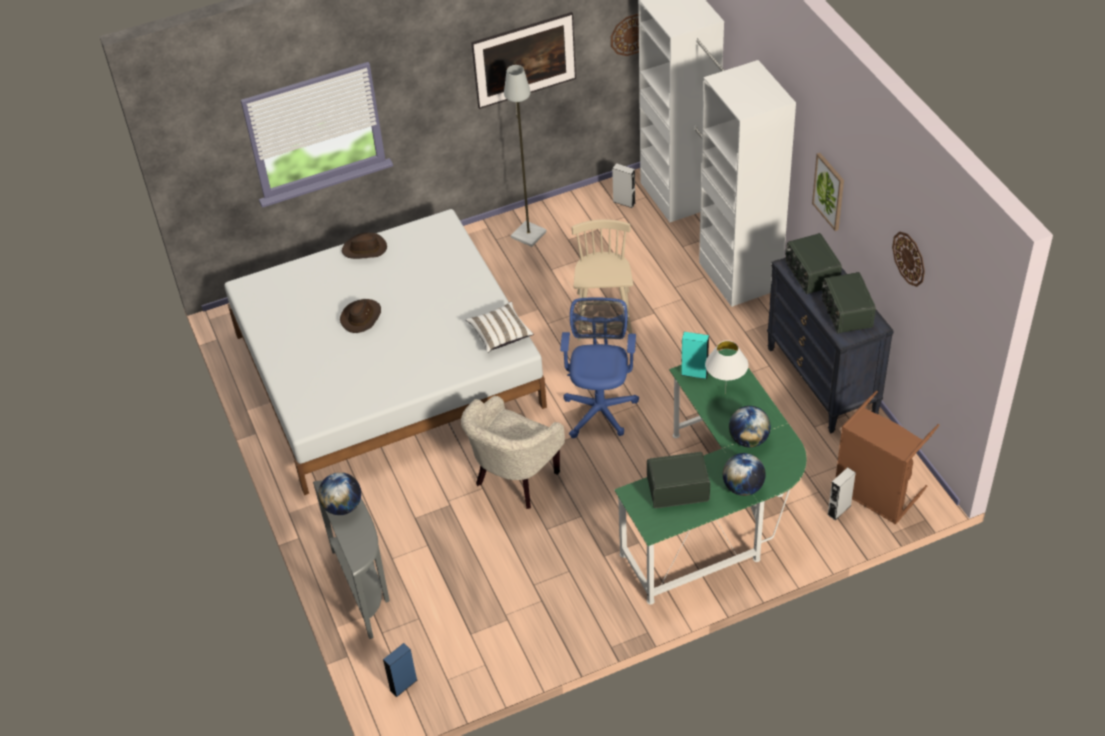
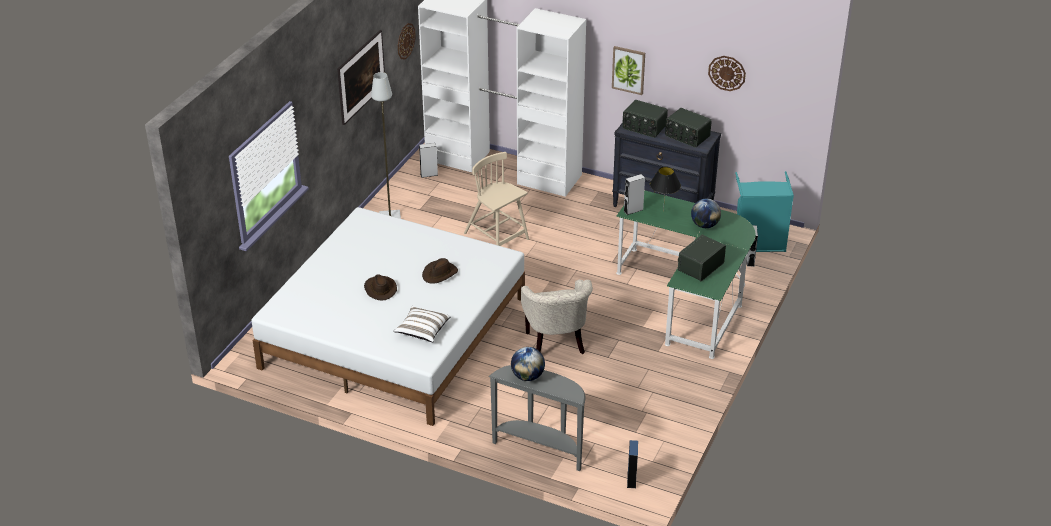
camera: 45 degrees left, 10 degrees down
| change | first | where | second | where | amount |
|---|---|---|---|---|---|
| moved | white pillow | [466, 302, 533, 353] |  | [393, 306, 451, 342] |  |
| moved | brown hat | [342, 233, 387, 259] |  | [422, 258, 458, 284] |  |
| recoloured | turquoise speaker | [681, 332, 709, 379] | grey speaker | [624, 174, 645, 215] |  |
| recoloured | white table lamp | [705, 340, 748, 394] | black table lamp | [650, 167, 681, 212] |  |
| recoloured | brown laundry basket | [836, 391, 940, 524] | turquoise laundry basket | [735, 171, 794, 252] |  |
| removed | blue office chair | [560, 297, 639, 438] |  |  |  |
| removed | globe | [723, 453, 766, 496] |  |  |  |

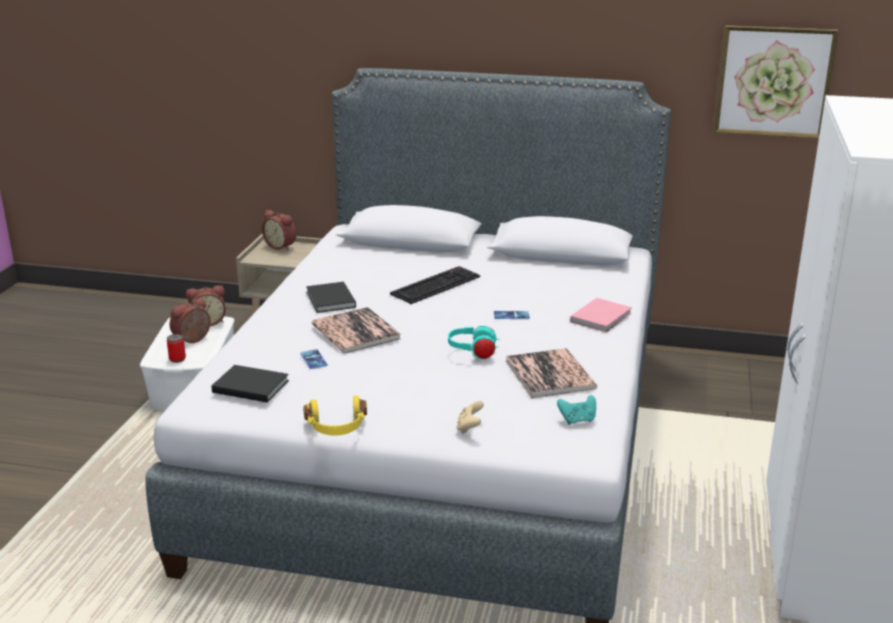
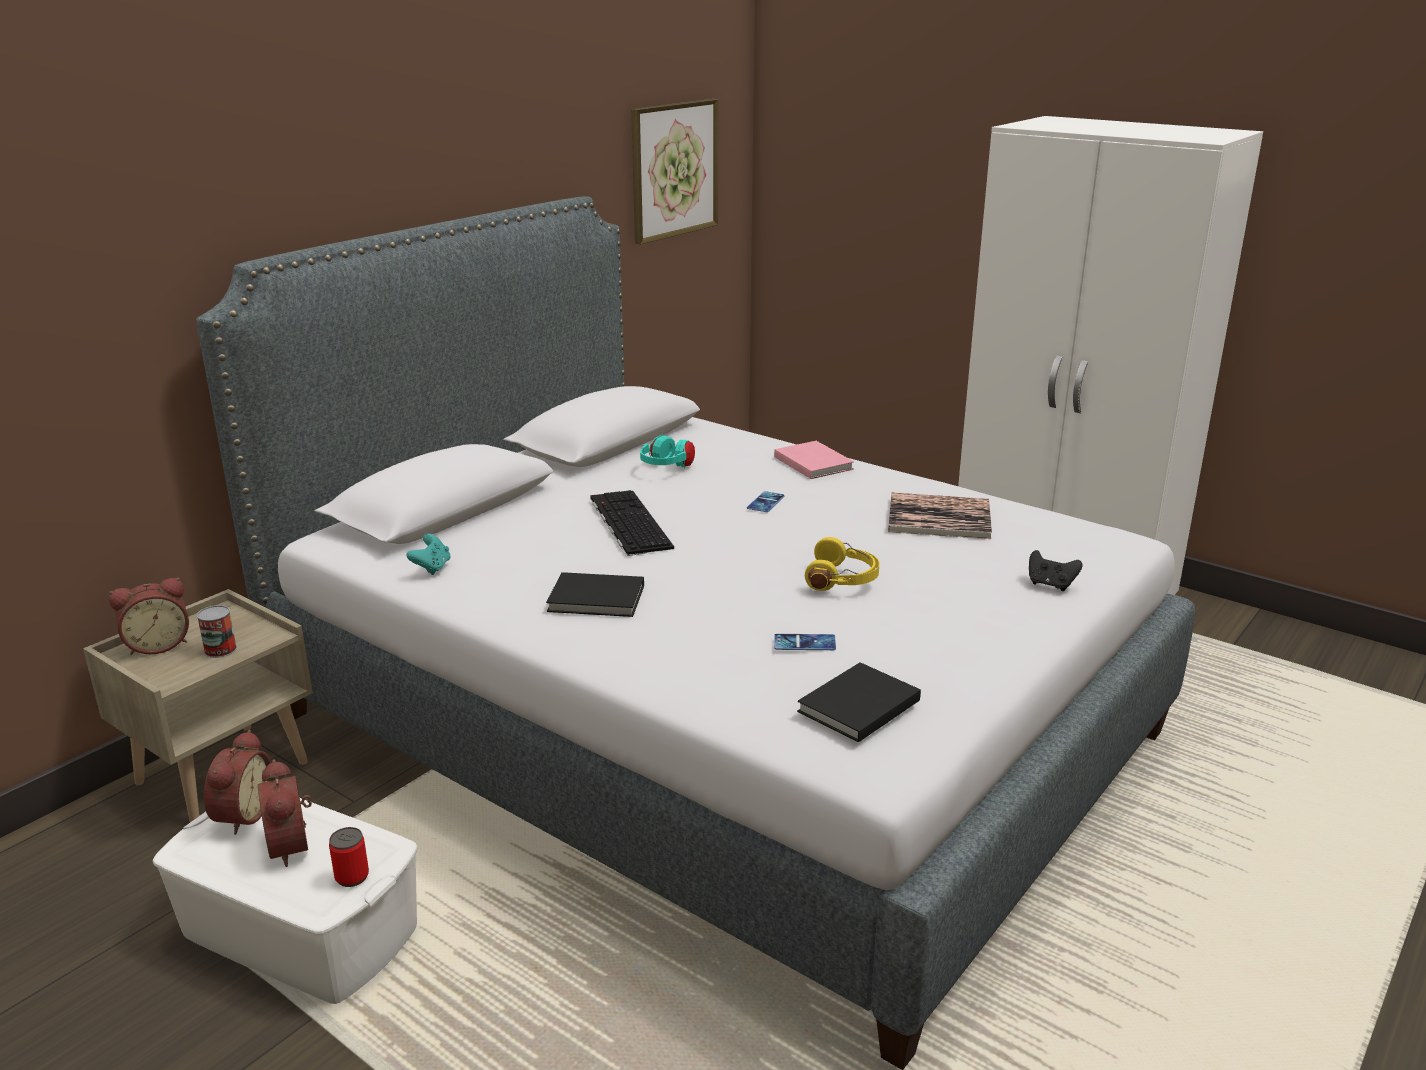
camera: 65 degrees left, 0 degrees up
| change | first | where | second | where | amount |
|---|---|---|---|---|---|
| added |  |  | can | [197, 605, 237, 658] |  |
| moved | turquoise game controller | [557, 395, 596, 425] |  | [406, 534, 451, 575] |  |
| moved | turquoise headphones | [448, 326, 499, 359] |  | [640, 435, 695, 469] |  |
| moved | yellow headphones | [303, 396, 367, 436] |  | [805, 537, 880, 591] |  |
| recoloured | beige game controller | [456, 401, 484, 434] | black game controller | [1029, 550, 1083, 591] |  |
| removed | book | [312, 307, 401, 353] |  |  |  |

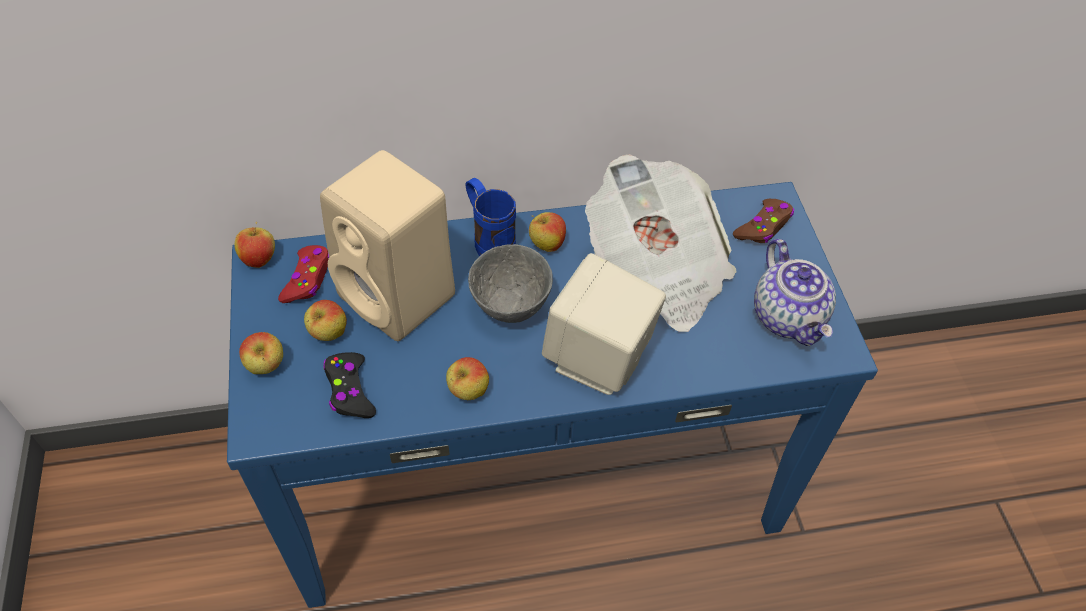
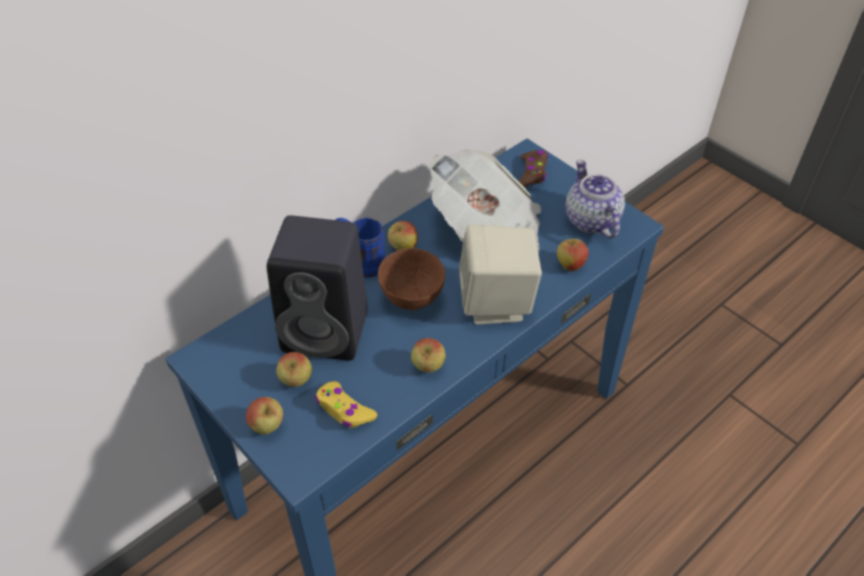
camera: 30 degrees left, 5 degrees down
| change | first | where | second | where | amount |
|---|---|---|---|---|---|
| recoloured | beige speaker | [320, 150, 455, 341] | black speaker | [267, 215, 368, 360] |  |
| recoloured | black game controller | [324, 352, 376, 418] | yellow game controller | [315, 381, 377, 428] |  |
| recoloured | grey bowl | [468, 244, 553, 323] | brown bowl | [378, 248, 445, 310] |  |
| moved | apple | [234, 222, 275, 268] |  | [557, 235, 588, 271] |  |
| turned | teapot | [754, 239, 836, 346] |  | [566, 160, 625, 239] | 150 degrees counterclockwise |
| removed | red game controller | [278, 245, 329, 303] |  |  |  |

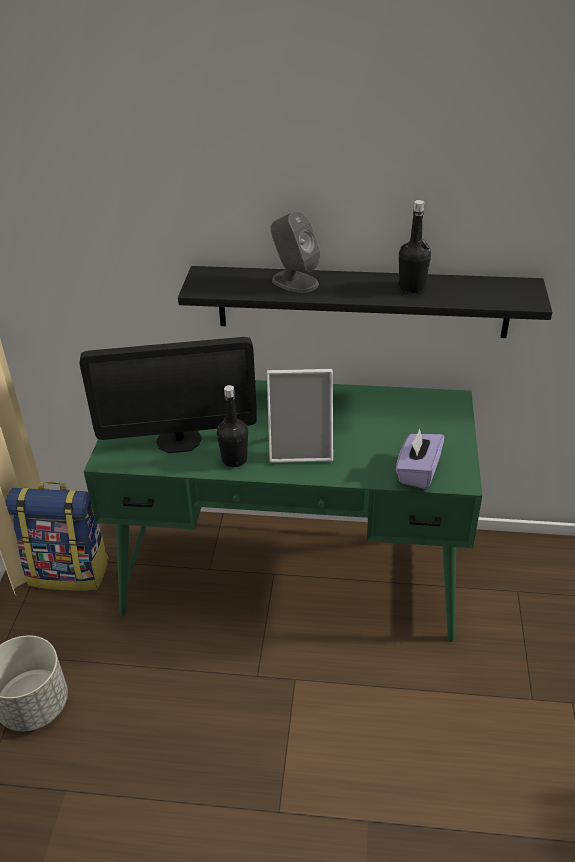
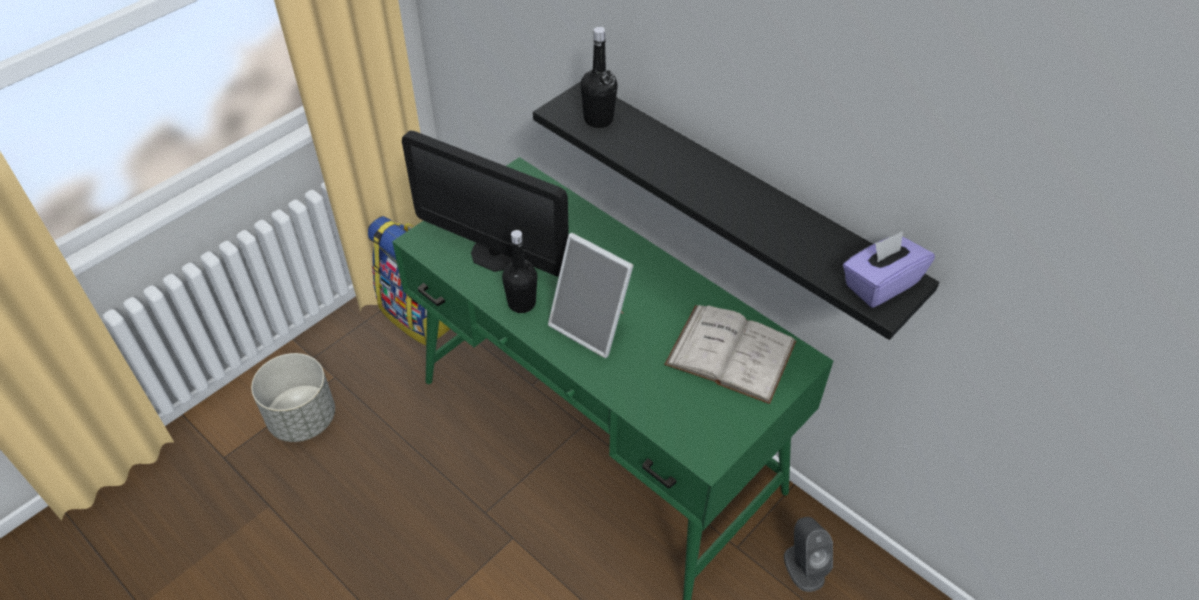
camera: 35 degrees right, 10 degrees up
| change | first | where | second | where | amount |
|---|---|---|---|---|---|
| moved | black bottle | [398, 200, 431, 293] |  | [581, 27, 618, 128] |  |
| added |  |  | white book | [664, 305, 796, 404] |  |
| moved | grey speaker | [270, 211, 320, 293] |  | [784, 517, 833, 592] |  |
| moved | purple tissue box | [396, 429, 444, 489] |  | [843, 231, 935, 308] |  |

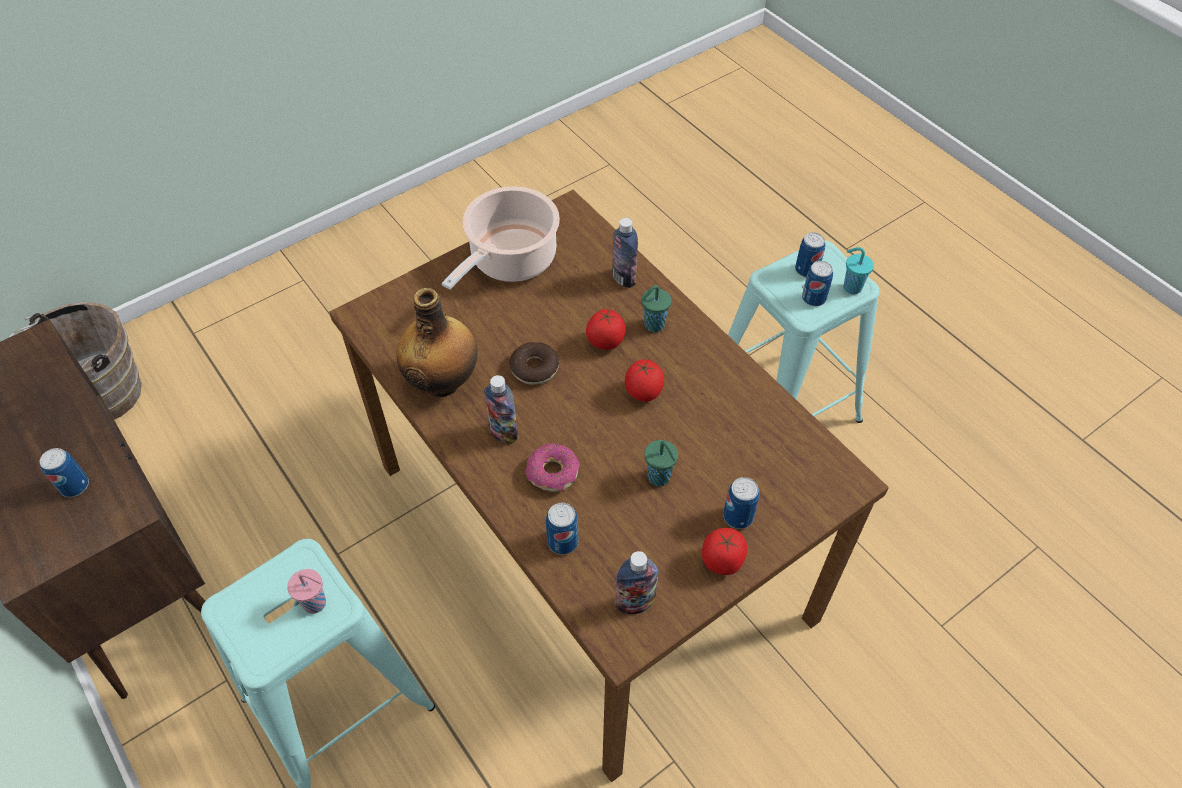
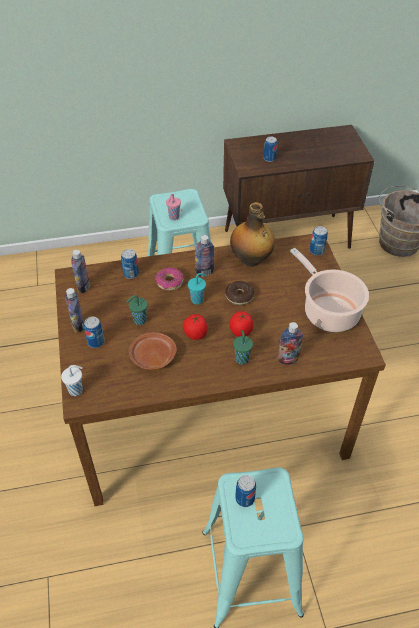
camera: 115 degrees right, 5 degrees down
| change | first | where | second | where | amount |
|---|---|---|---|---|---|
| added |  |  | white cup | [61, 365, 83, 396] |  |
| replaced | tomato | [702, 528, 747, 575] | bottle | [65, 288, 84, 333] |  |
| added |  |  | brown plate | [129, 332, 177, 370] |  |
| moved | turquoise cup | [844, 247, 874, 294] |  | [188, 273, 206, 305] |  |
| moved | can | [795, 232, 826, 278] |  | [310, 226, 328, 255] |  |

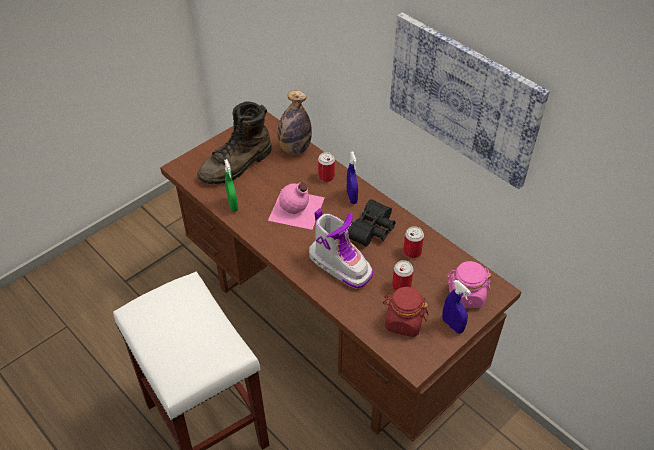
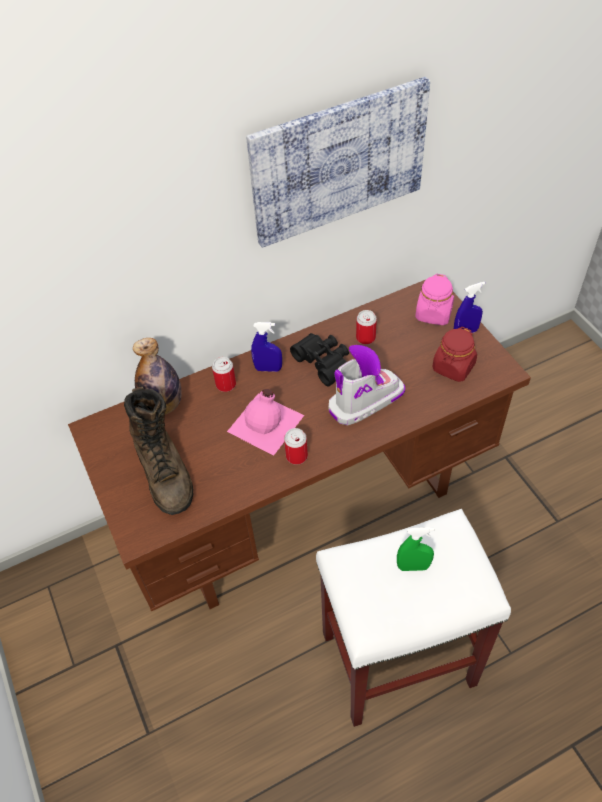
camera: 70 degrees left, 5 degrees up
| change | first | where | second | where | amount |
|---|---|---|---|---|---|
| moved | can | [392, 260, 413, 291] |  | [284, 428, 308, 465] |  |
| moved | green spray bottle | [224, 159, 238, 212] |  | [397, 527, 434, 571] |  |

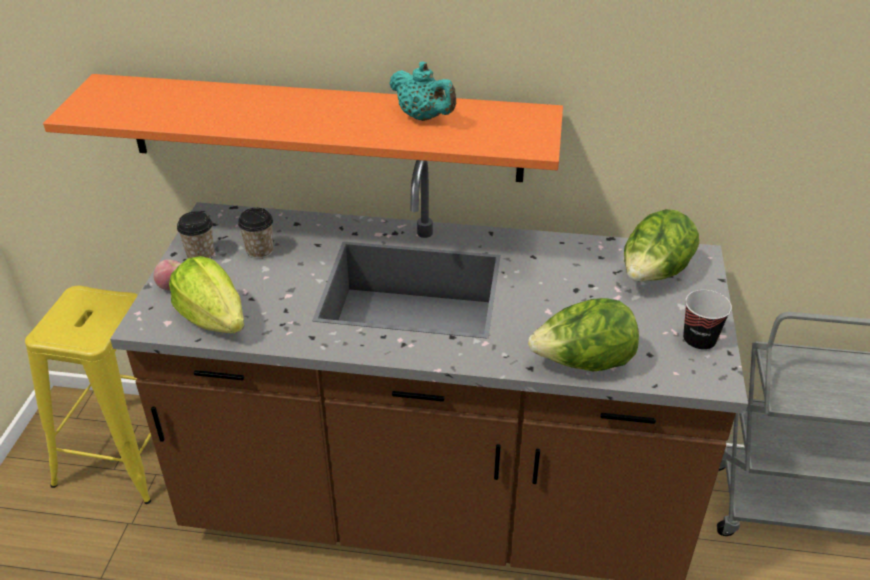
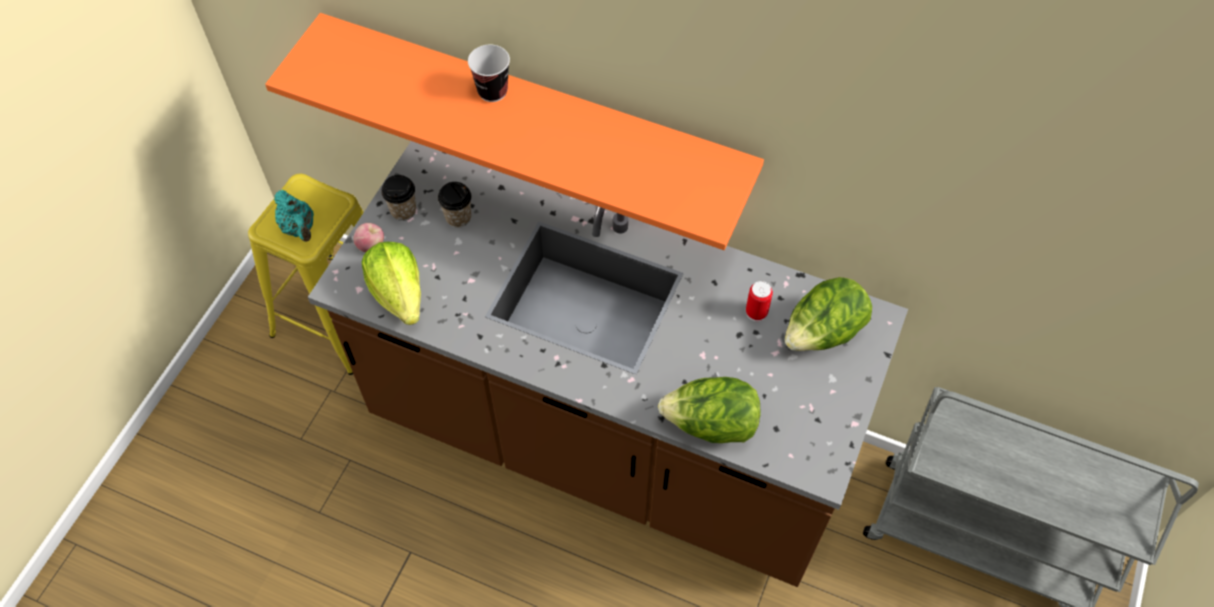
camera: 15 degrees right, 20 degrees up
| change | first | where | second | where | amount |
|---|---|---|---|---|---|
| moved | turquoise teapot | [389, 61, 456, 121] |  | [274, 190, 314, 242] |  |
| moved | cup | [683, 290, 732, 351] |  | [468, 45, 510, 102] |  |
| added |  |  | can | [746, 281, 773, 321] |  |

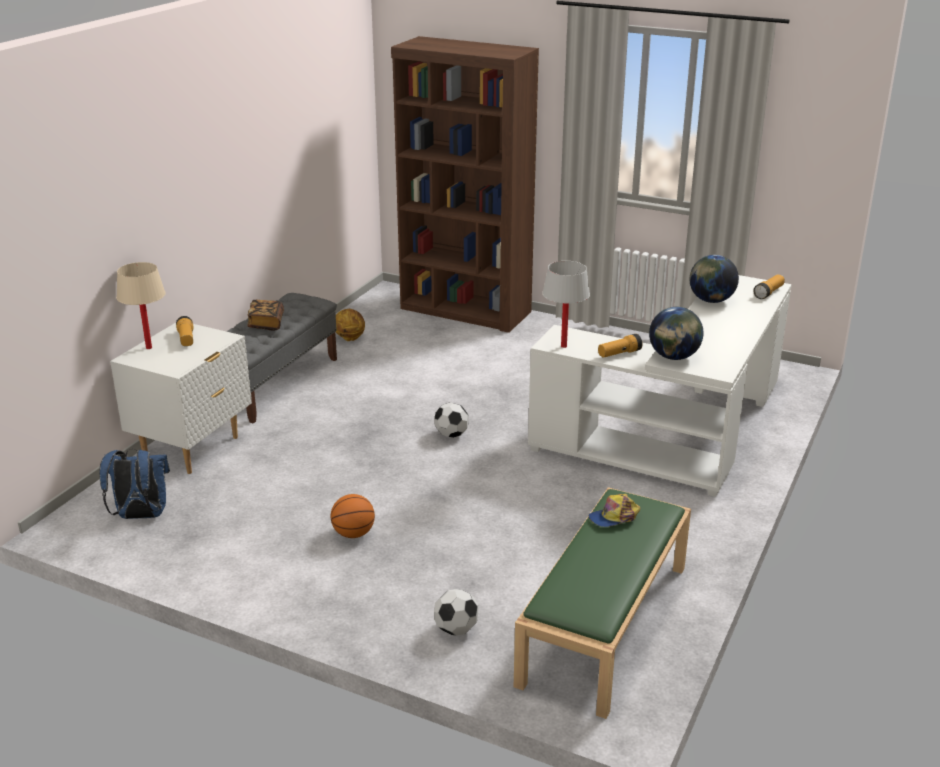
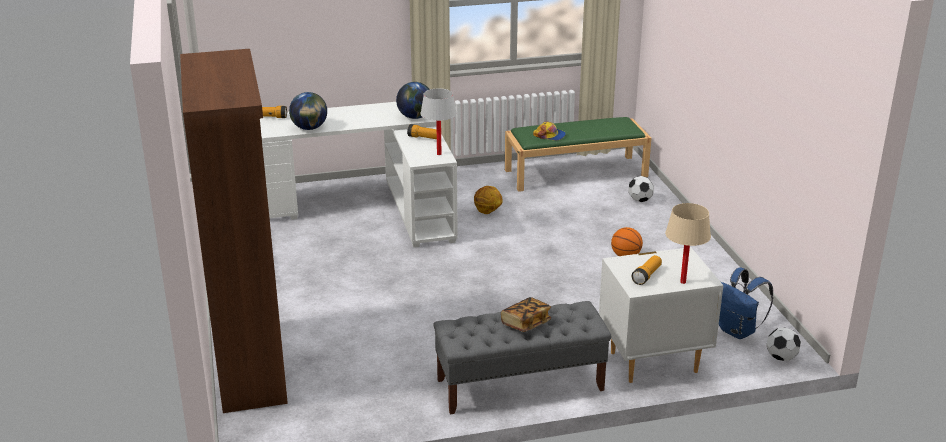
camera: 130 degrees left, 0 degrees up
| change | first | where | second | where | amount |
|---|---|---|---|---|---|
| moved | basketball | [336, 309, 365, 341] |  | [474, 186, 502, 214] |  |
| moved | football | [435, 402, 469, 438] |  | [767, 327, 801, 361] |  |

